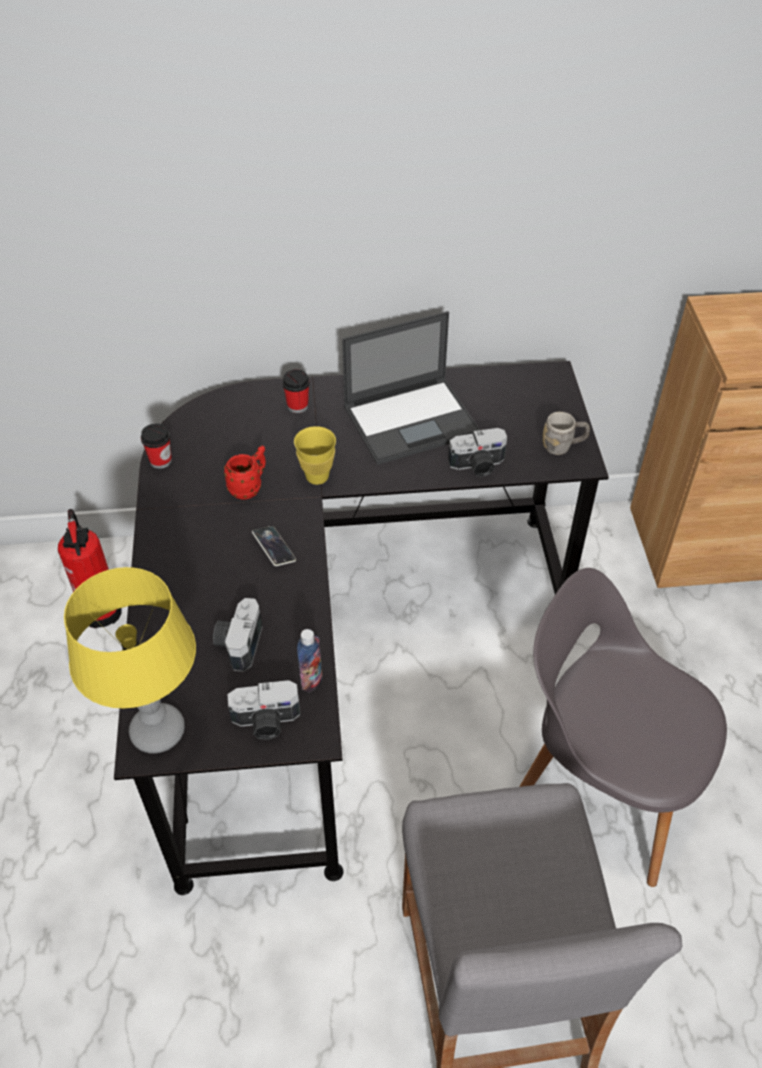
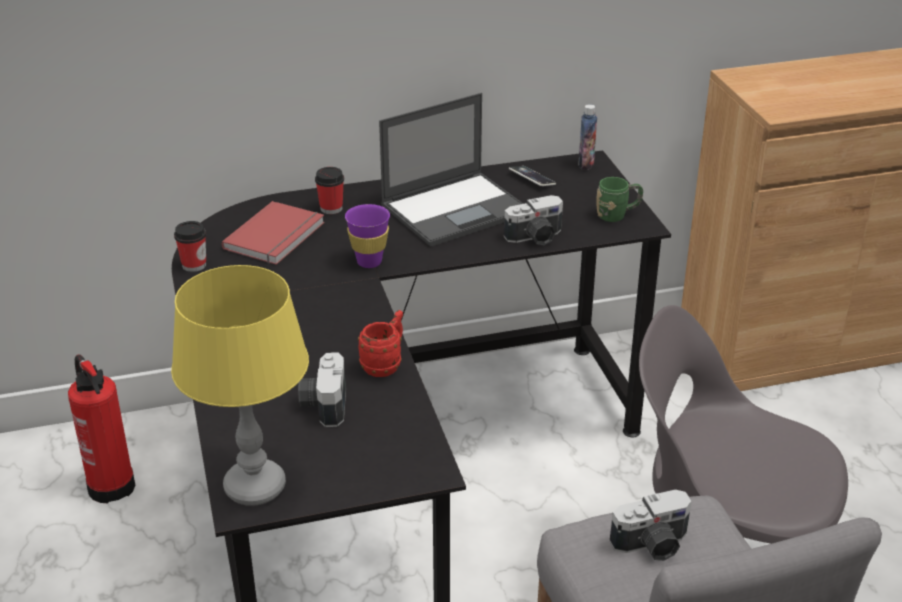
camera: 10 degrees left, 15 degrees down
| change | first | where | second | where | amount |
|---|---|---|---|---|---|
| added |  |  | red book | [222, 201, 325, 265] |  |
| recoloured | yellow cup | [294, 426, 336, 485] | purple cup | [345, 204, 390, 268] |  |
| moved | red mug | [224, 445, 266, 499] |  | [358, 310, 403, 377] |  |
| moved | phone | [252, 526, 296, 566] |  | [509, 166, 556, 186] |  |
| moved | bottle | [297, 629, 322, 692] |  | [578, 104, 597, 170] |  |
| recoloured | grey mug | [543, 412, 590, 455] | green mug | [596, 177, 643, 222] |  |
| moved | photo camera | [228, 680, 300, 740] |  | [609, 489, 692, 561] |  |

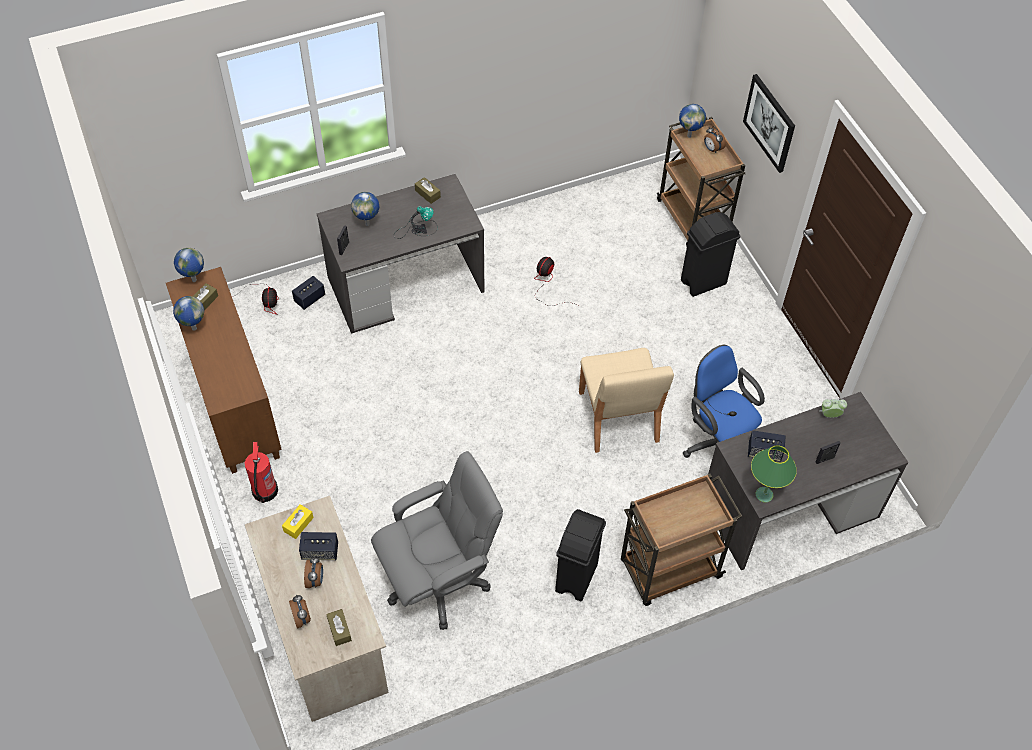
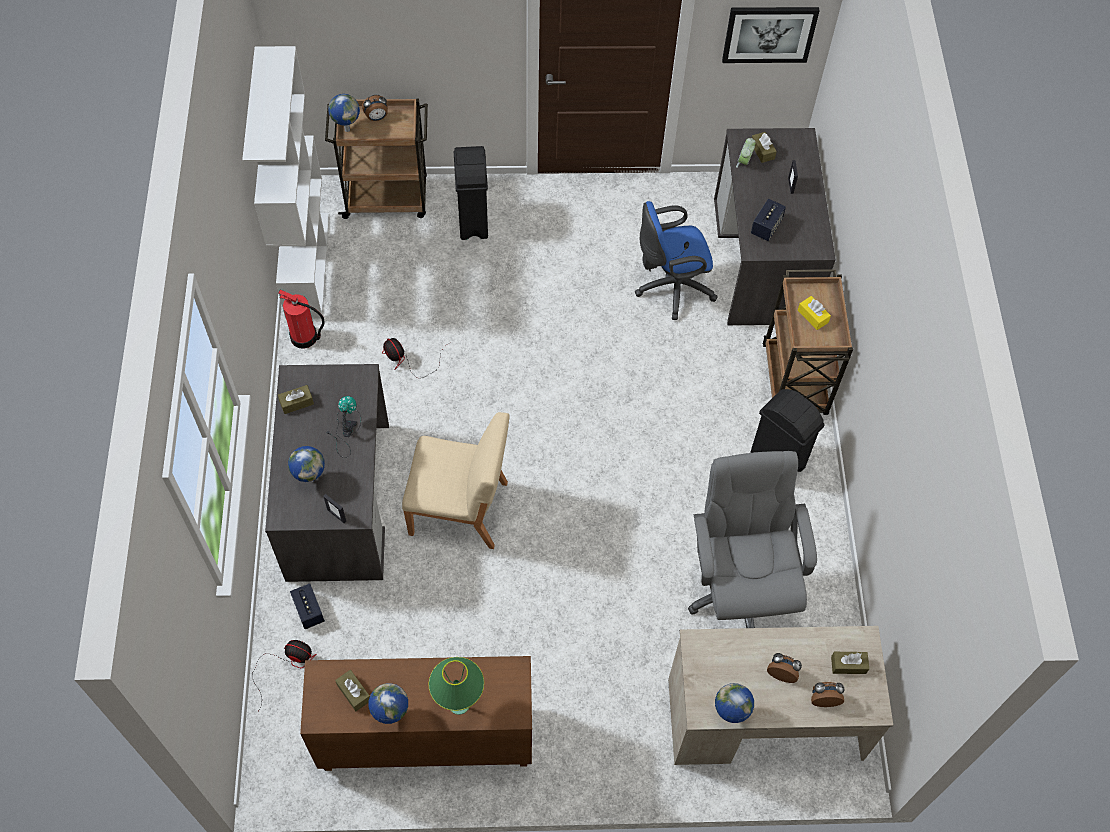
camera: 70 degrees left, 5 degrees up
| change | first | where | second | where | amount |
|---|---|---|---|---|---|
| added |  |  | white bookcase | [242, 46, 329, 319] |  |
| moved | fire extinguisher | [245, 442, 278, 503] |  | [278, 289, 325, 349] |  |
| moved | beige chair | [579, 348, 674, 453] |  | [402, 412, 510, 549] |  |
| moved | green table lamp | [751, 445, 797, 503] |  | [429, 657, 484, 715] |  |
| moved | globe | [174, 248, 204, 282] |  | [715, 683, 754, 723] |  |
| moved | picture | [743, 74, 795, 173] |  | [722, 7, 820, 63] |  |
| added |  |  | brown tissue box | [752, 132, 777, 163] |  |
| moved | yellow tissue box | [282, 504, 314, 539] |  | [798, 296, 831, 330] |  |
| removed | speaker | [299, 532, 338, 560] |  |  |  |

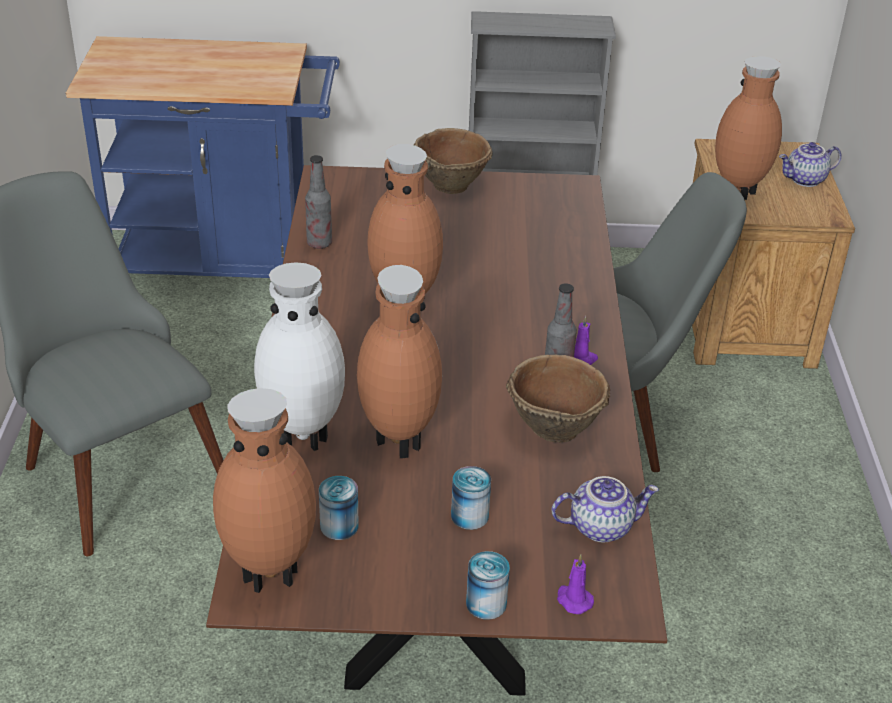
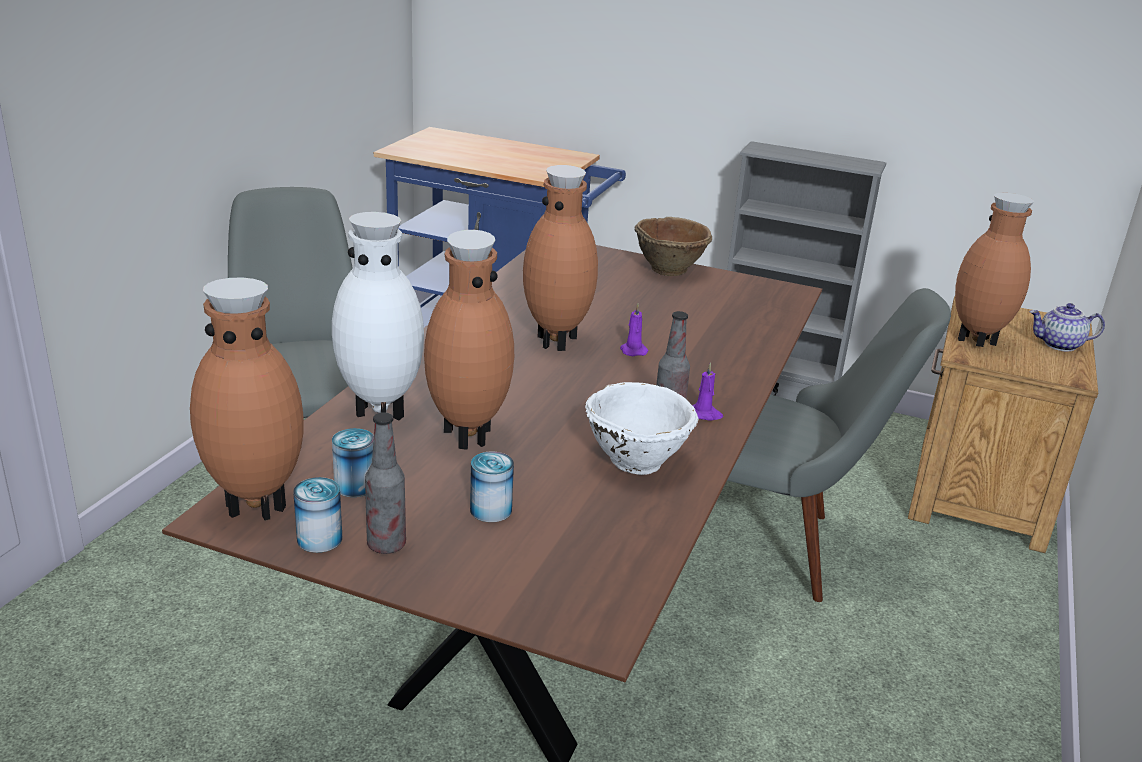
camera: 20 degrees right, 10 degrees down
| change | first | where | second | where | amount |
|---|---|---|---|---|---|
| moved | can | [466, 551, 510, 620] |  | [293, 477, 342, 553] |  |
| moved | bottle | [305, 155, 332, 249] |  | [365, 412, 406, 554] |  |
| recoloured | brown bowl | [506, 355, 610, 443] | white bowl | [585, 382, 699, 475] |  |
| moved | purple candle | [557, 554, 594, 614] |  | [620, 304, 648, 356] |  |
| removed | teapot | [551, 476, 659, 542] |  |  |  |

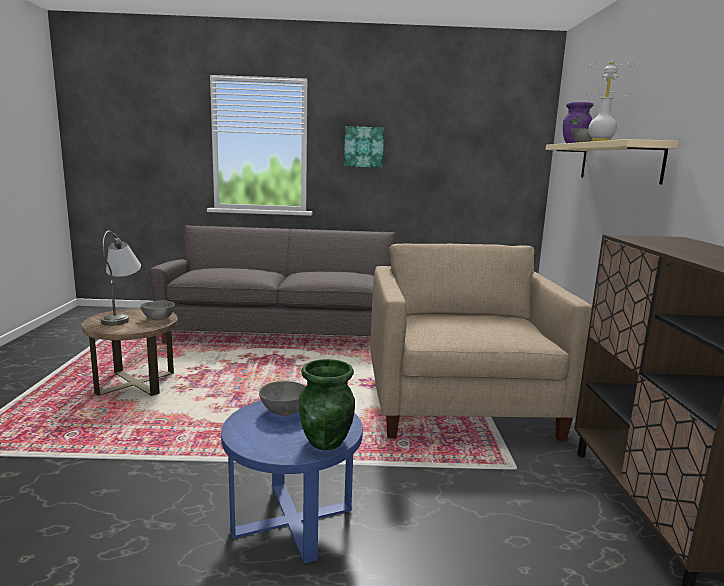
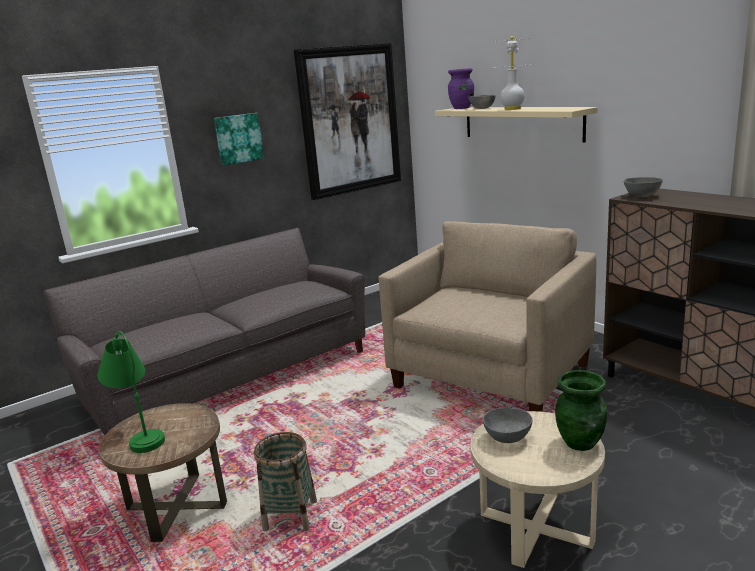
camera: 35 degrees left, 5 degrees up
| change | first | where | second | where | amount |
|---|---|---|---|---|---|
| recoloured | grey table lamp | [101, 231, 141, 326] | green table lamp | [98, 331, 165, 453] |  |
| added |  |  | basket | [254, 432, 317, 531] |  |
| added |  |  | picture | [294, 43, 401, 200] |  |
| turned | beige armchair | [371, 243, 592, 441] |  | [379, 222, 596, 412] | 75 degrees clockwise |
| recoloured | blue side table | [221, 401, 363, 563] | beige side table | [470, 411, 605, 568] |  |
| moved | grey bowl | [140, 300, 175, 321] |  | [624, 177, 663, 197] |  |

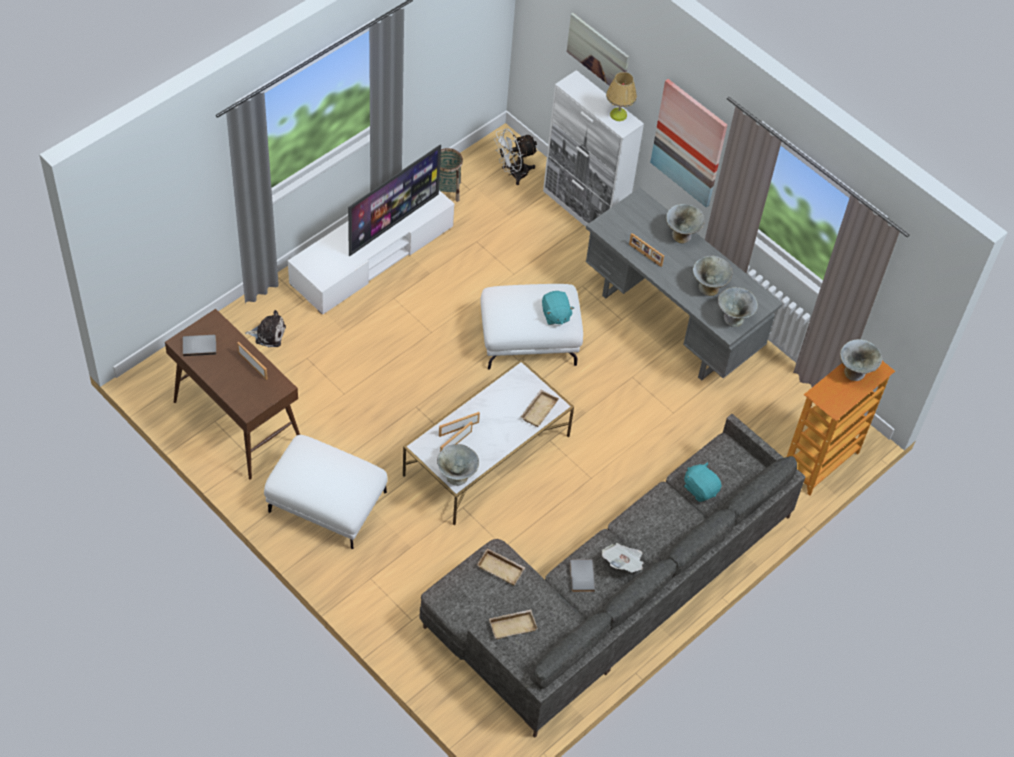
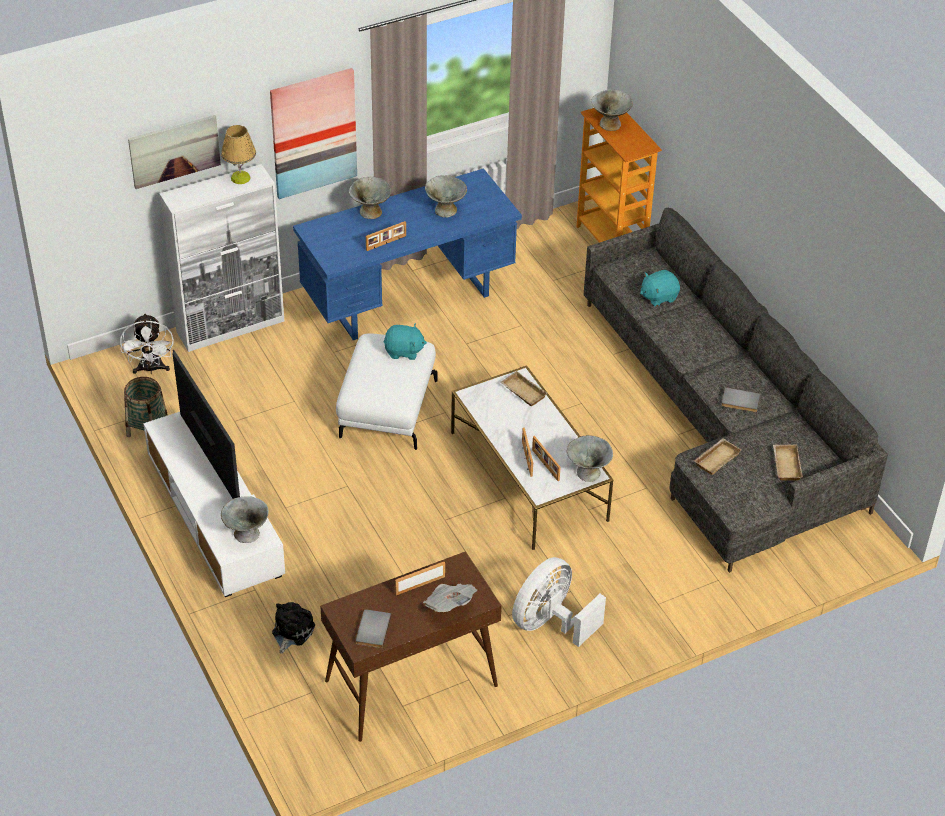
camera: 70 degrees left, 10 degrees down
| change | first | where | second | where | amount |
|---|---|---|---|---|---|
| moved | grey bowl | [718, 287, 758, 327] |  | [221, 496, 269, 543] |  |
| recoloured | grey desk | [586, 188, 783, 381] | blue desk | [293, 168, 522, 340] |  |
| moved | newspaper | [602, 543, 644, 572] |  | [423, 584, 477, 612] |  |
| replaced | white ottoman | [264, 435, 388, 549] | white fan | [512, 557, 606, 647] |  |

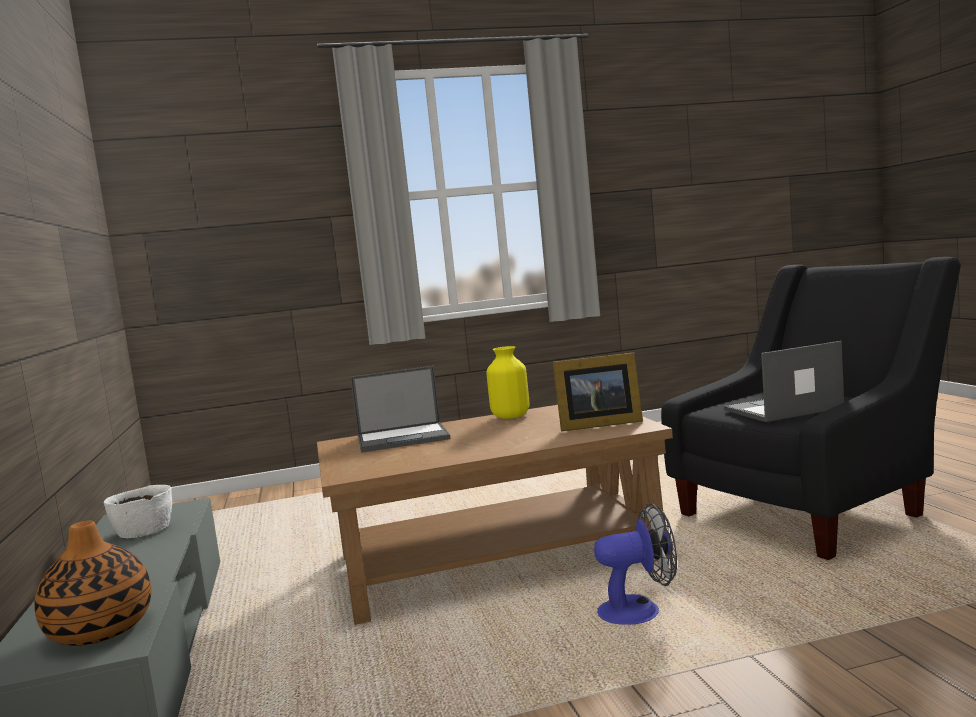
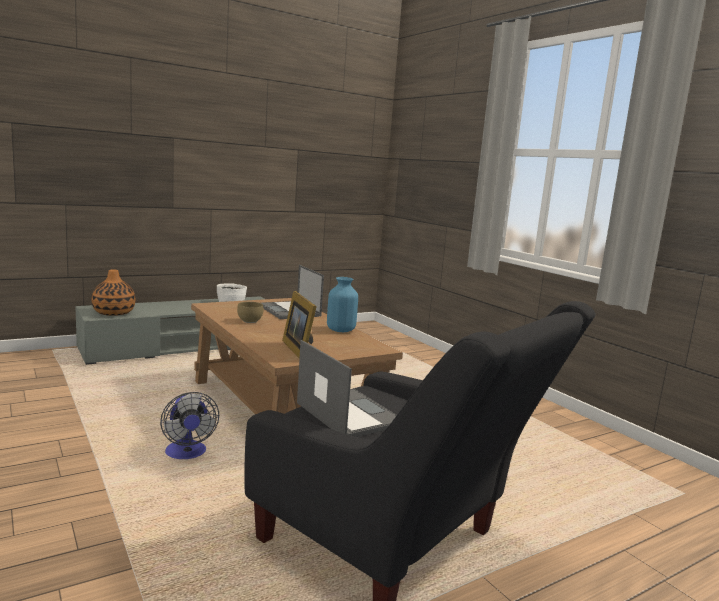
camera: 70 degrees right, 5 degrees up
| change | first | where | second | where | amount |
|---|---|---|---|---|---|
| added |  |  | brown bowl | [237, 302, 263, 323] |  |
| recoloured | yellow vase | [487, 346, 530, 419] | blue vase | [327, 277, 358, 332] |  |

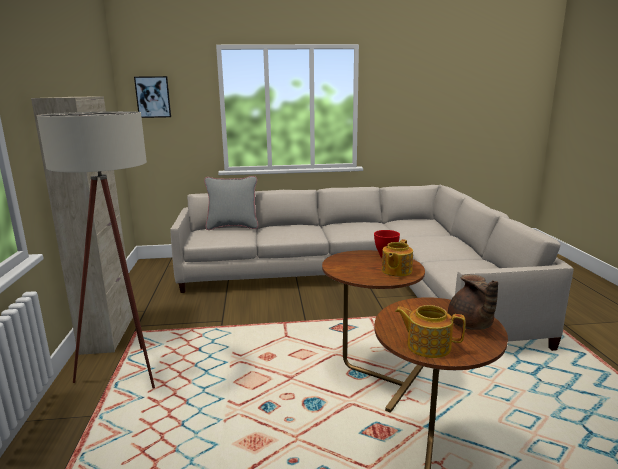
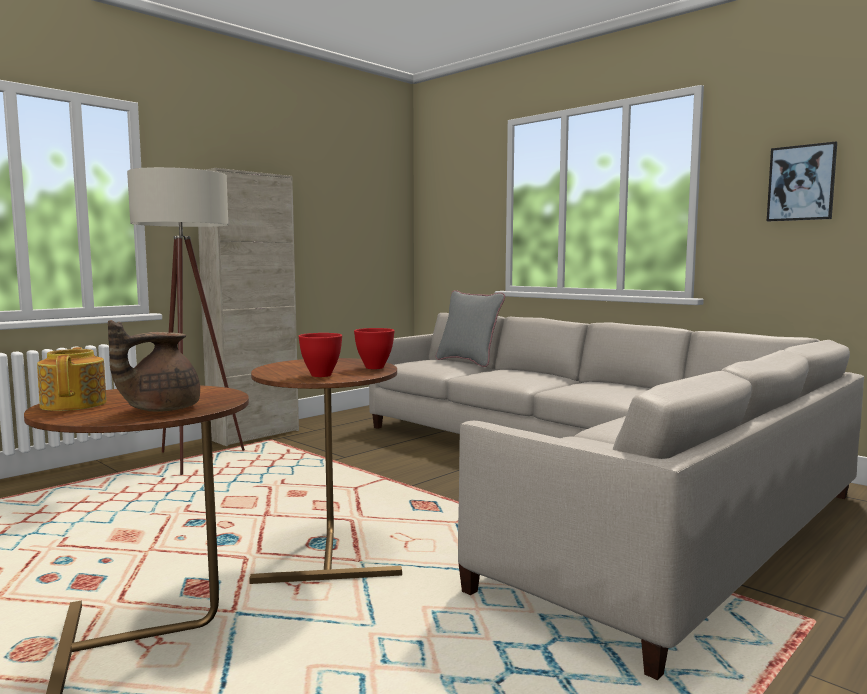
camera: 50 degrees right, 10 degrees down
| change | first | where | second | where | amount |
|---|---|---|---|---|---|
| replaced | teapot | [382, 239, 413, 277] | red bowl | [298, 333, 342, 377] |  |
| moved | picture | [134, 76, 171, 118] |  | [767, 141, 837, 221] |  |

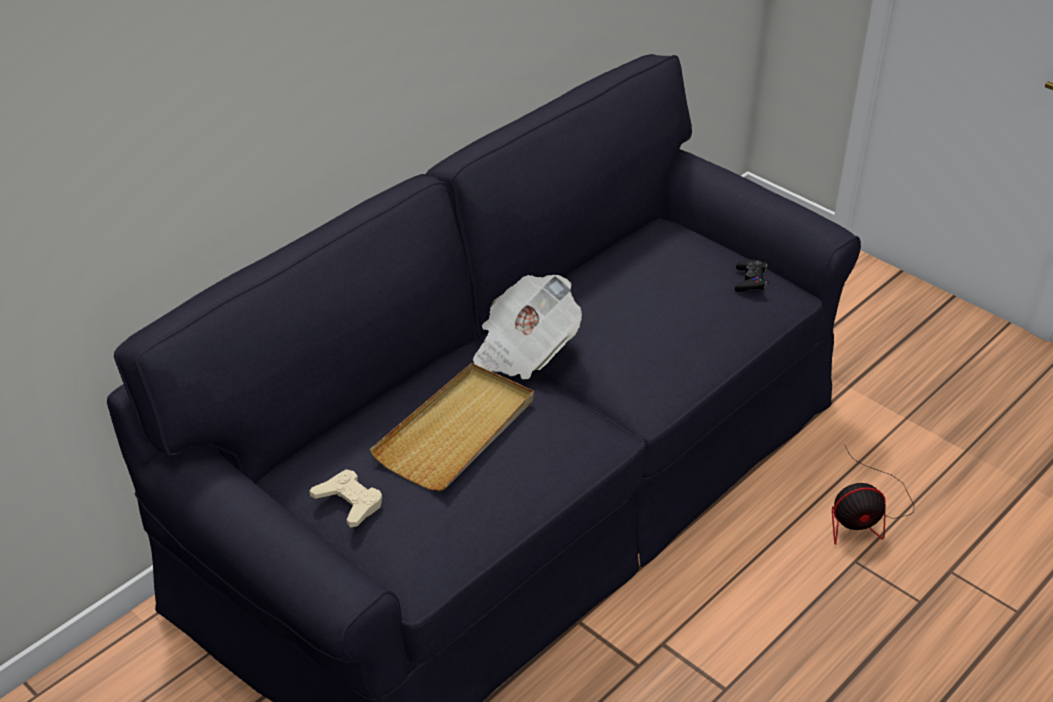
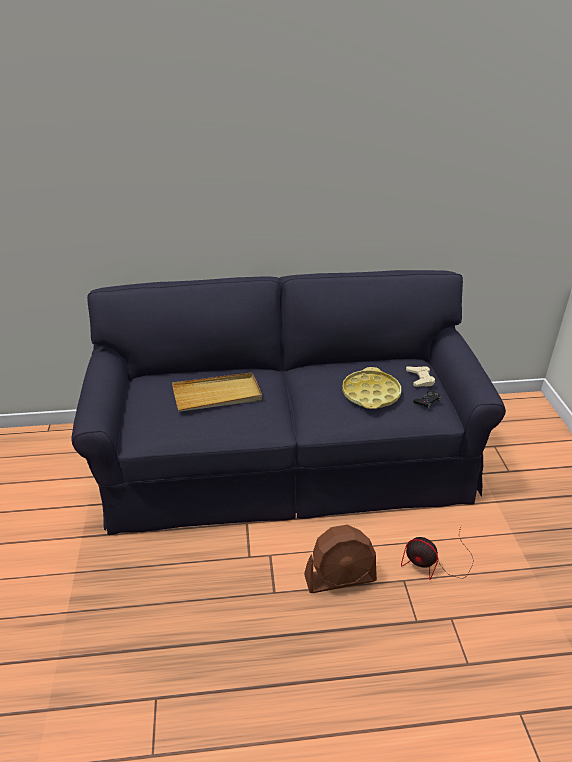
camera: 40 degrees right, 5 degrees down
| change | first | where | second | where | amount |
|---|---|---|---|---|---|
| added |  |  | brown fan | [304, 525, 377, 593] |  |
| added |  |  | yellow tray | [342, 367, 401, 409] |  |
| moved | beige game controller | [310, 469, 382, 528] |  | [406, 366, 435, 387] |  |
| removed | newspaper | [473, 275, 582, 379] |  |  |  |

